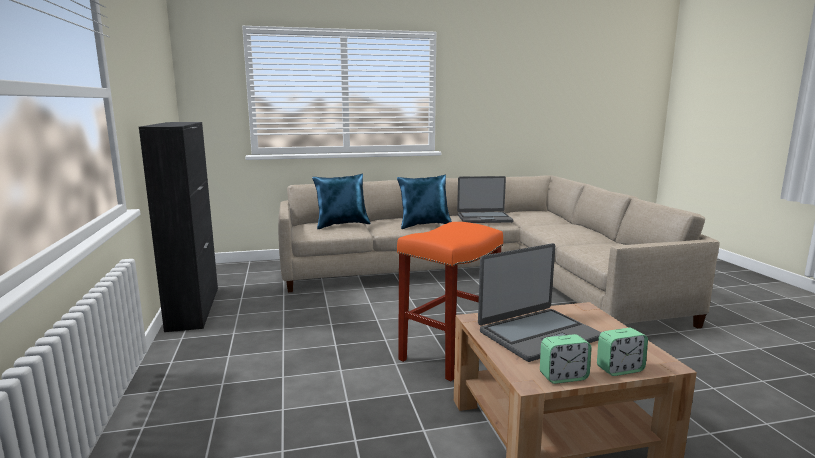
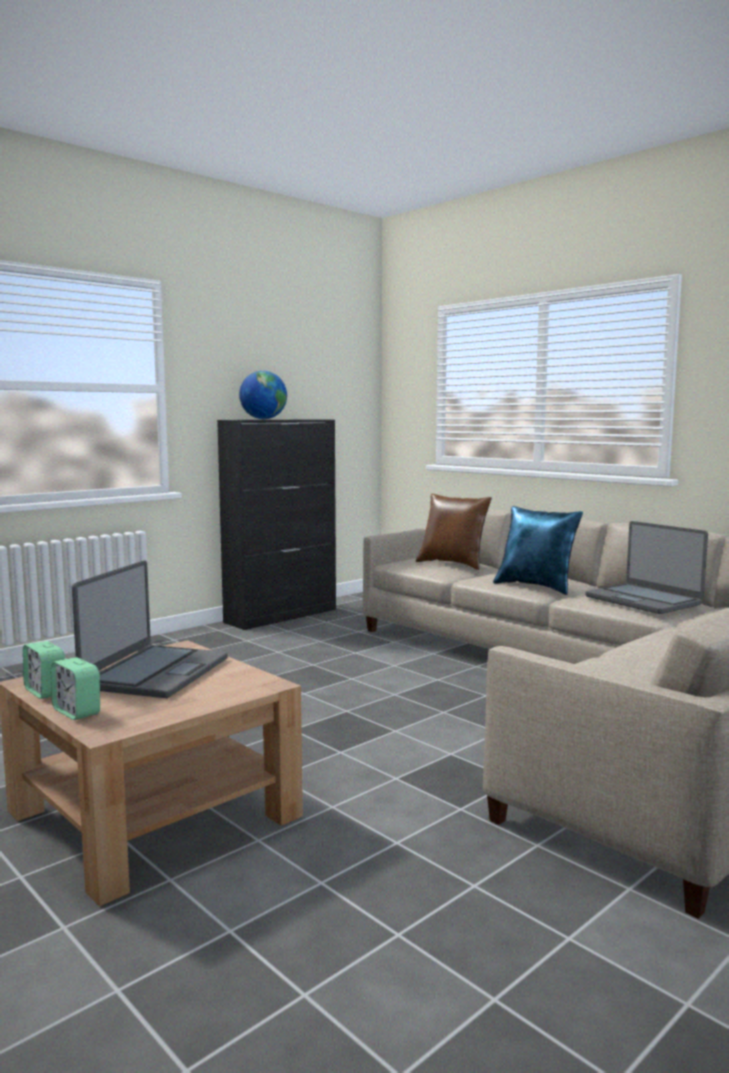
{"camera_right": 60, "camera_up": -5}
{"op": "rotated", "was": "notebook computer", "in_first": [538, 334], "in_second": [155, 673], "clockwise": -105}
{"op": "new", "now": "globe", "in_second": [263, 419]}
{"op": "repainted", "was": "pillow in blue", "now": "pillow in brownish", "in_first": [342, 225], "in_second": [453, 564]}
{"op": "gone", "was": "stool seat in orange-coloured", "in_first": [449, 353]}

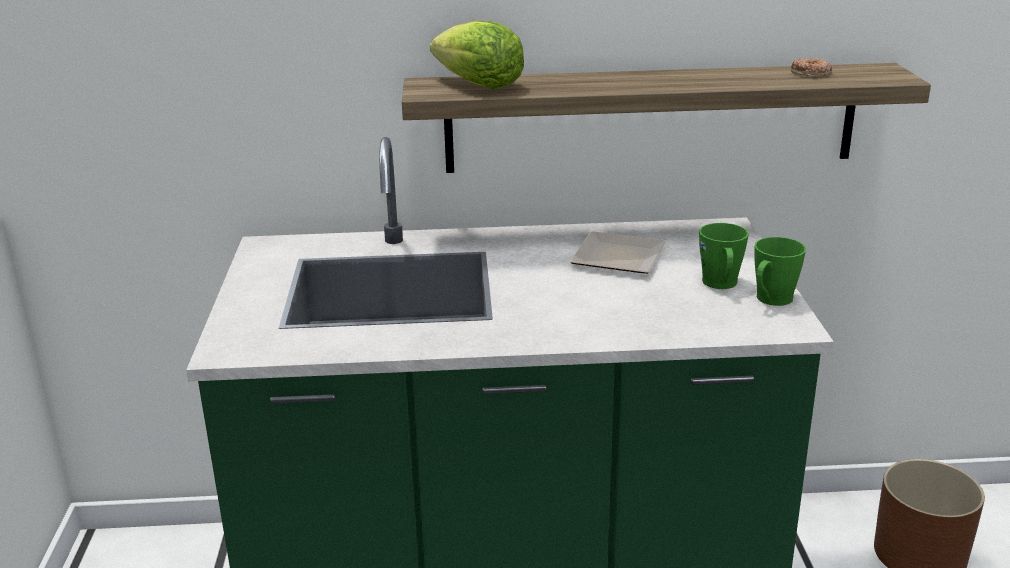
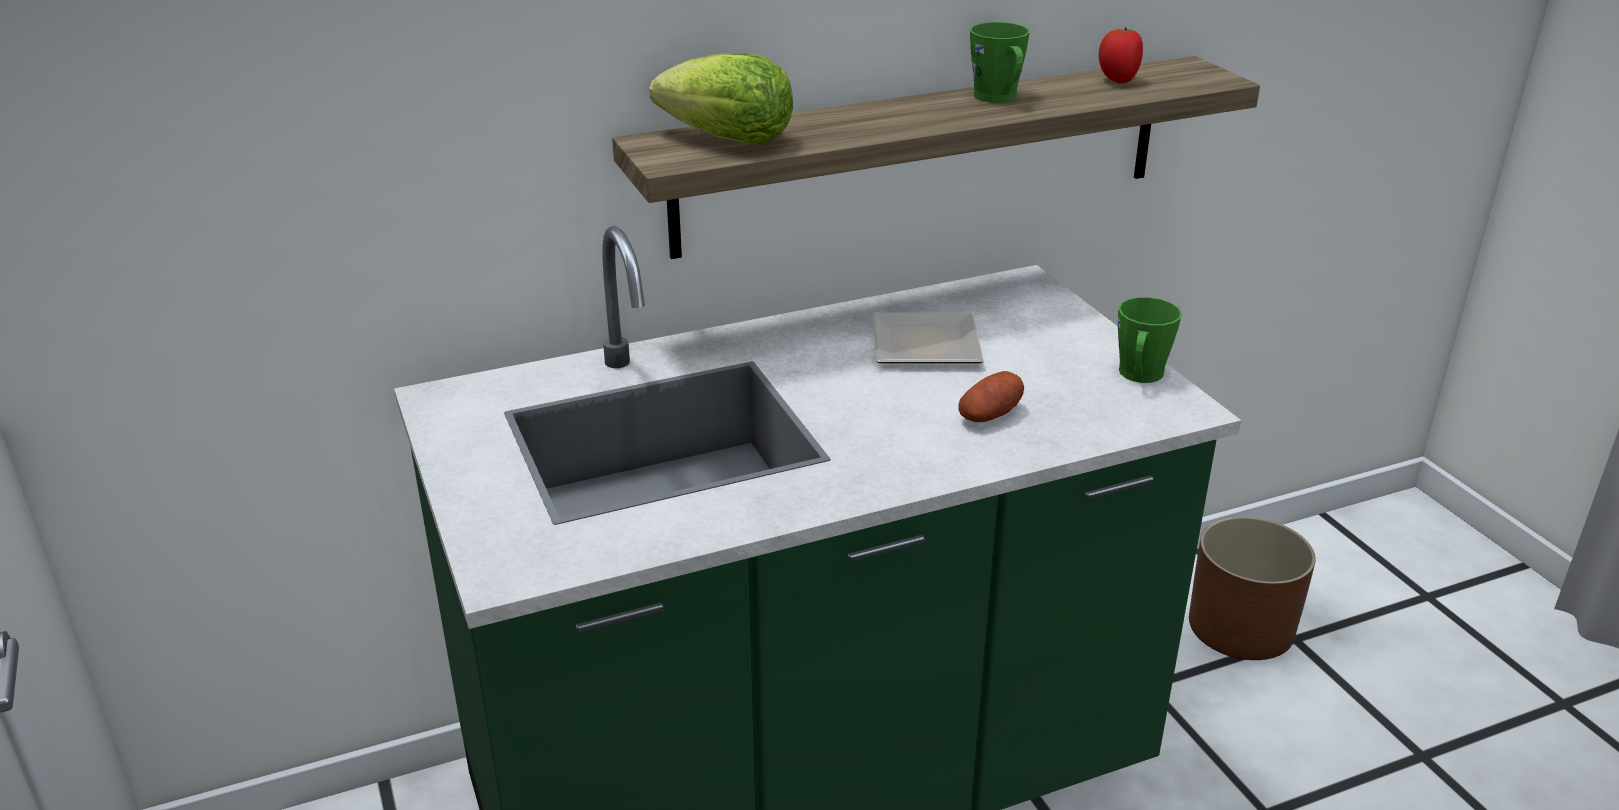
{"camera_right": -20, "camera_up": 5}
{"op": "new", "now": "spud", "in_second": [990, 415]}
{"op": "shifted", "was": "mug in green", "in_first": [721, 284], "in_second": [999, 98]}
{"op": "swapped", "was": "doughnut", "now": "fresh tomato", "in_first": [811, 73], "in_second": [1117, 80]}

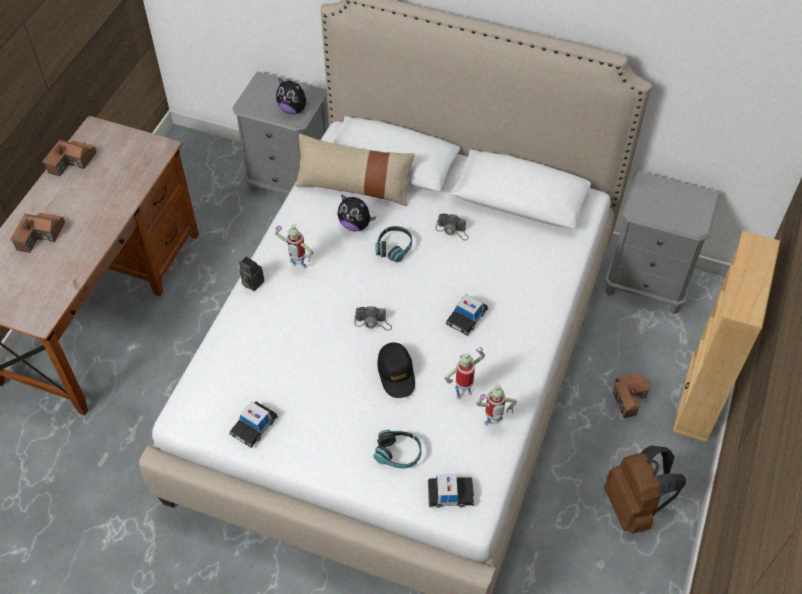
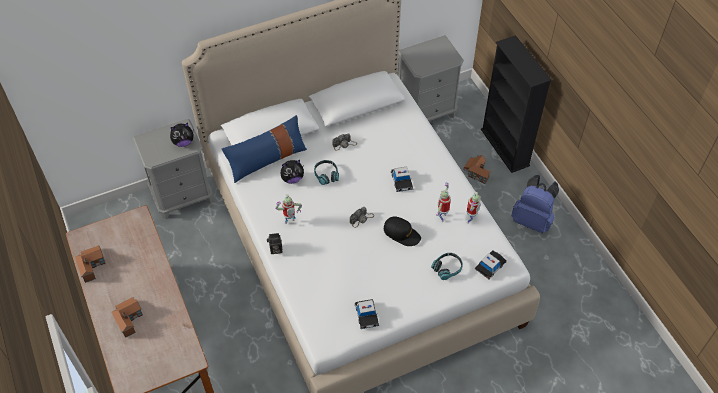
{"camera_right": -45, "camera_up": 0}
{"op": "repainted", "was": "pillow in beige", "now": "pillow in blue", "in_first": [354, 186], "in_second": [267, 159]}
{"op": "repainted", "was": "bookcase in beige", "now": "bookcase in blackish", "in_first": [699, 396], "in_second": [505, 147]}
{"op": "repainted", "was": "backpack in brownish", "now": "backpack in blue", "in_first": [634, 507], "in_second": [532, 220]}

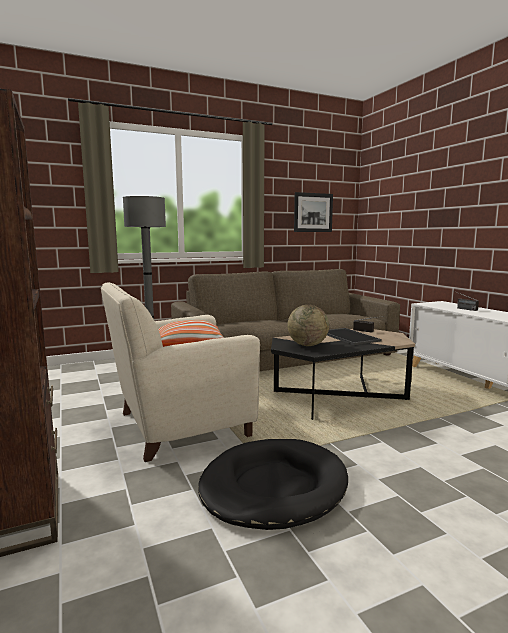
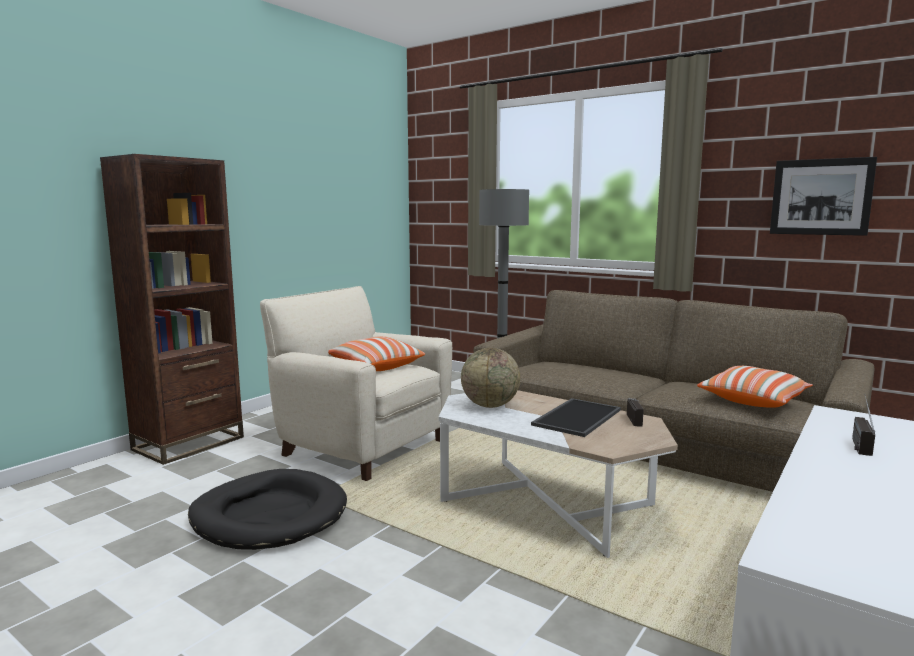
{"camera_right": 60, "camera_up": 0}
{"op": "repainted", "was": "coffee table in blackish", "now": "coffee table in whitish", "in_first": [339, 396], "in_second": [547, 504]}
{"op": "new", "now": "pillow", "in_second": [753, 400]}

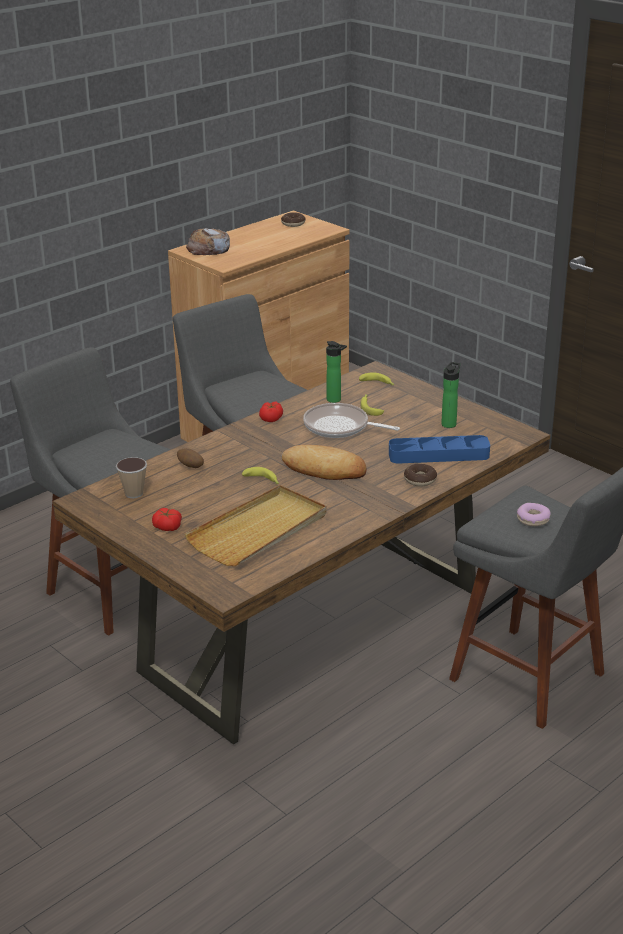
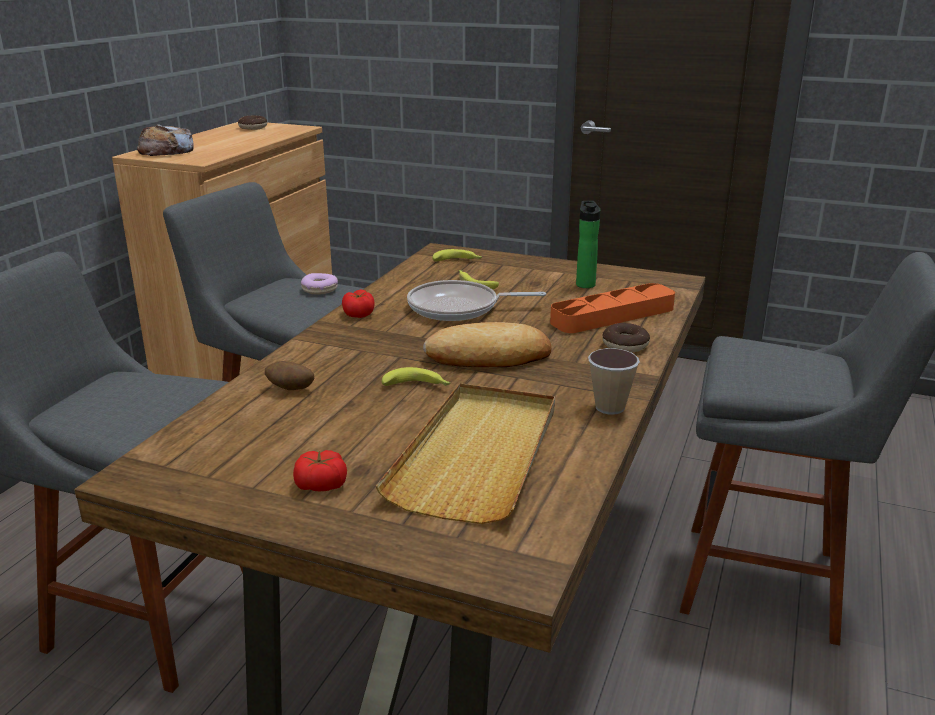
{"camera_right": -25, "camera_up": -5}
{"op": "shifted", "was": "doughnut", "in_first": [533, 519], "in_second": [320, 289]}
{"op": "repainted", "was": "carrying tray in blue", "now": "carrying tray in orange-coloured", "in_first": [438, 455], "in_second": [612, 315]}
{"op": "shifted", "was": "cup", "in_first": [134, 493], "in_second": [610, 407]}
{"op": "gone", "was": "beverage bottle", "in_first": [335, 400]}

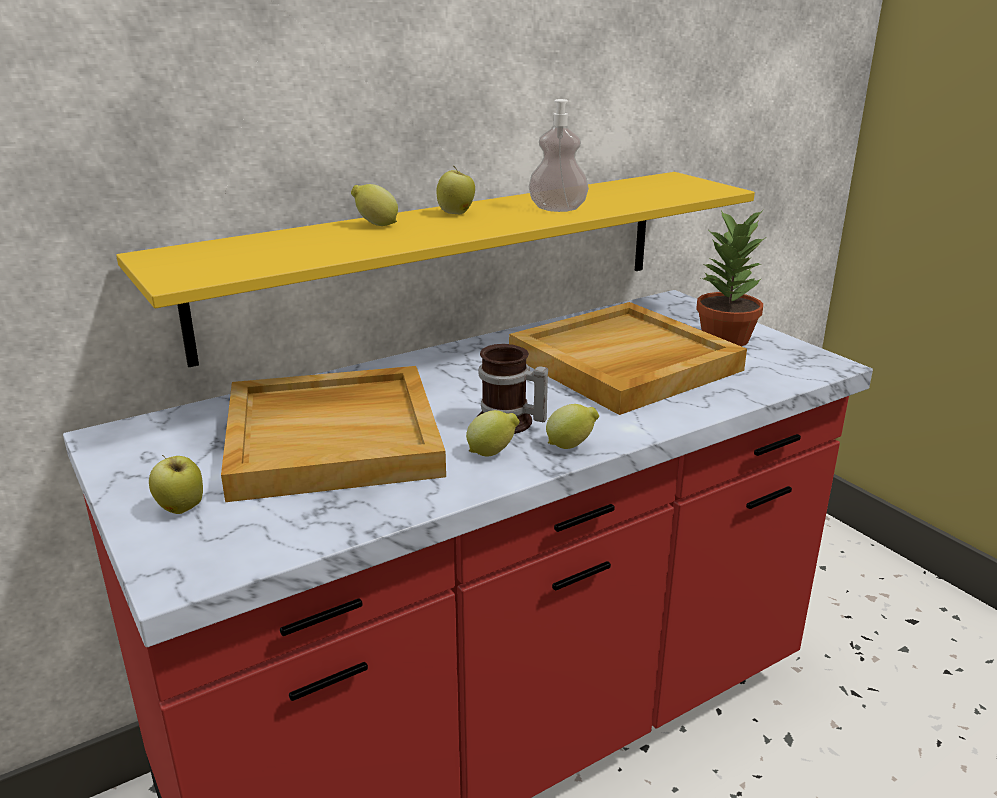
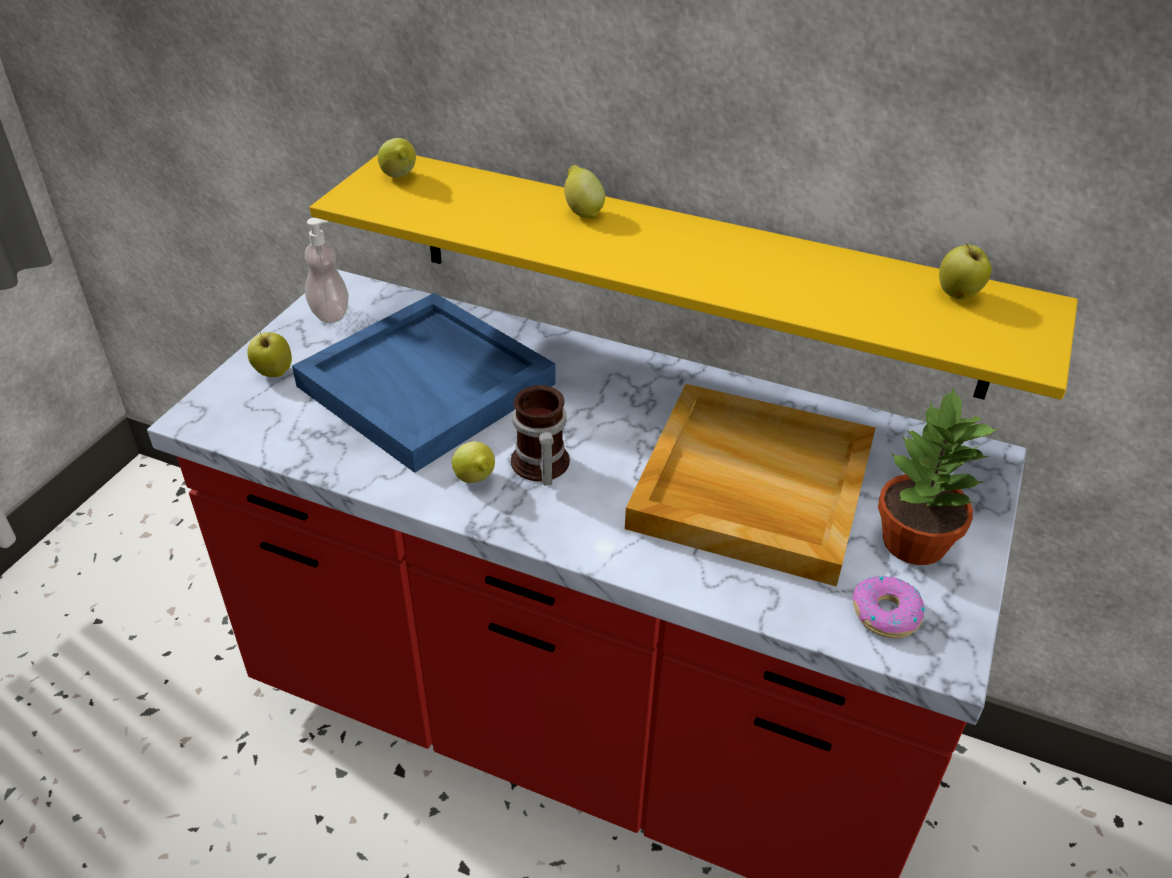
{"camera_right": 55, "camera_up": 15}
{"op": "repainted", "was": "carrying tray in beige", "now": "carrying tray in blue", "in_first": [334, 437], "in_second": [429, 385]}
{"op": "shifted", "was": "soap bottle", "in_first": [557, 209], "in_second": [330, 313]}
{"op": "shifted", "was": "citrus fruit", "in_first": [571, 446], "in_second": [400, 177]}
{"op": "new", "now": "doughnut", "in_second": [885, 614]}
{"op": "shifted", "was": "apple fruit", "in_first": [456, 213], "in_second": [958, 295]}

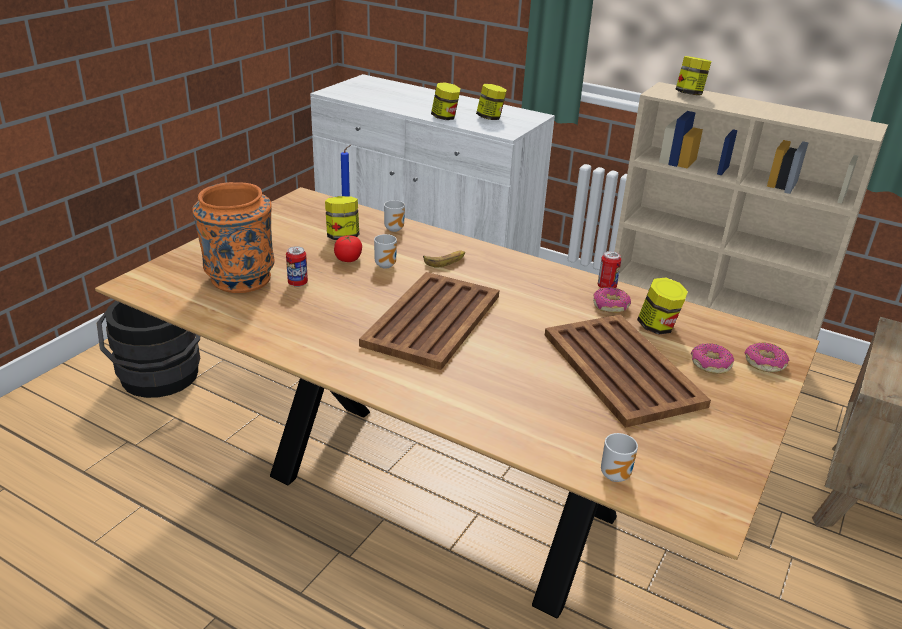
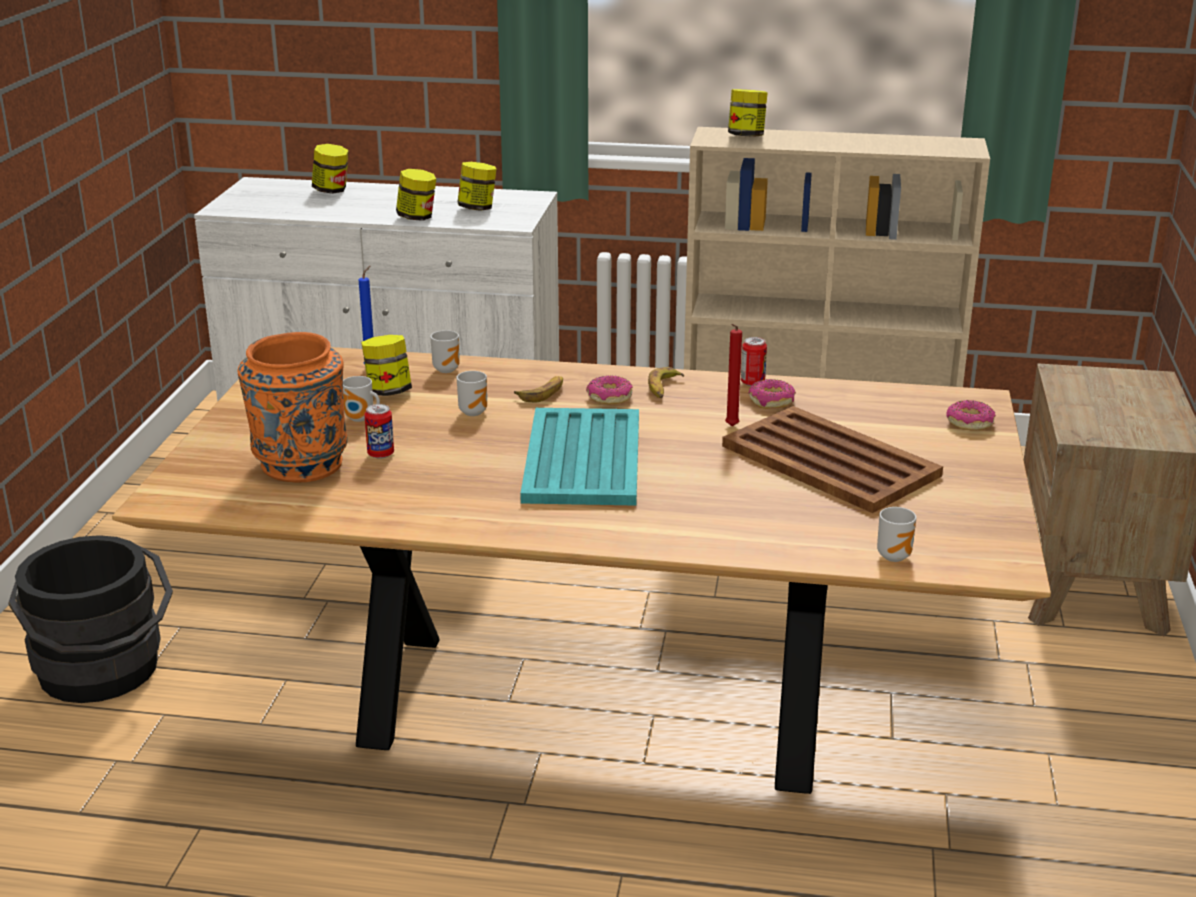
{"camera_right": -20, "camera_up": -5}
{"op": "shifted", "was": "storage jar", "in_first": [657, 327], "in_second": [331, 190]}
{"op": "new", "now": "mug", "in_second": [360, 419]}
{"op": "repainted", "was": "carrying tray in brownish", "now": "carrying tray in blue-green", "in_first": [433, 319], "in_second": [583, 457]}
{"op": "shifted", "was": "doughnut", "in_first": [710, 364], "in_second": [609, 398]}
{"op": "new", "now": "banana", "in_second": [663, 388]}
{"op": "new", "now": "wax candle in red", "in_second": [730, 427]}
{"op": "gone", "was": "fresh tomato", "in_first": [348, 259]}

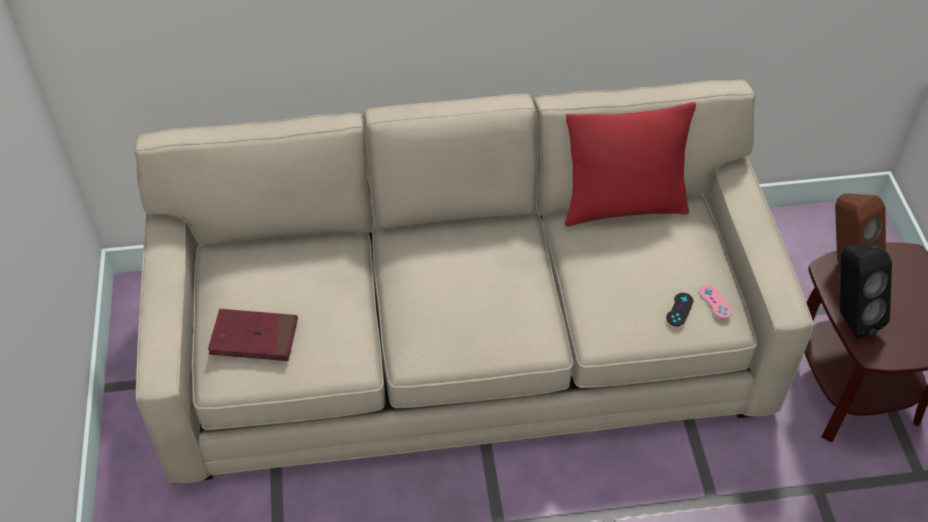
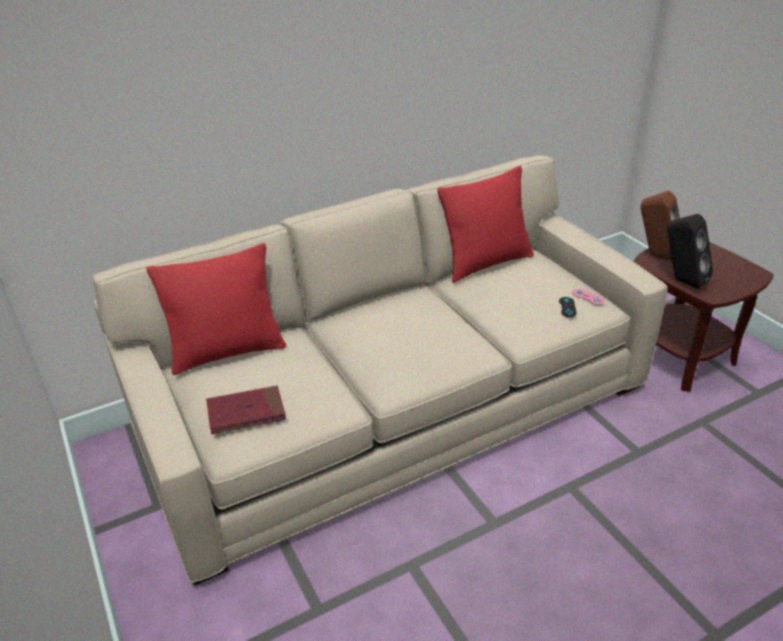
{"camera_right": -20, "camera_up": -15}
{"op": "new", "now": "pillow in red", "in_second": [228, 352]}

